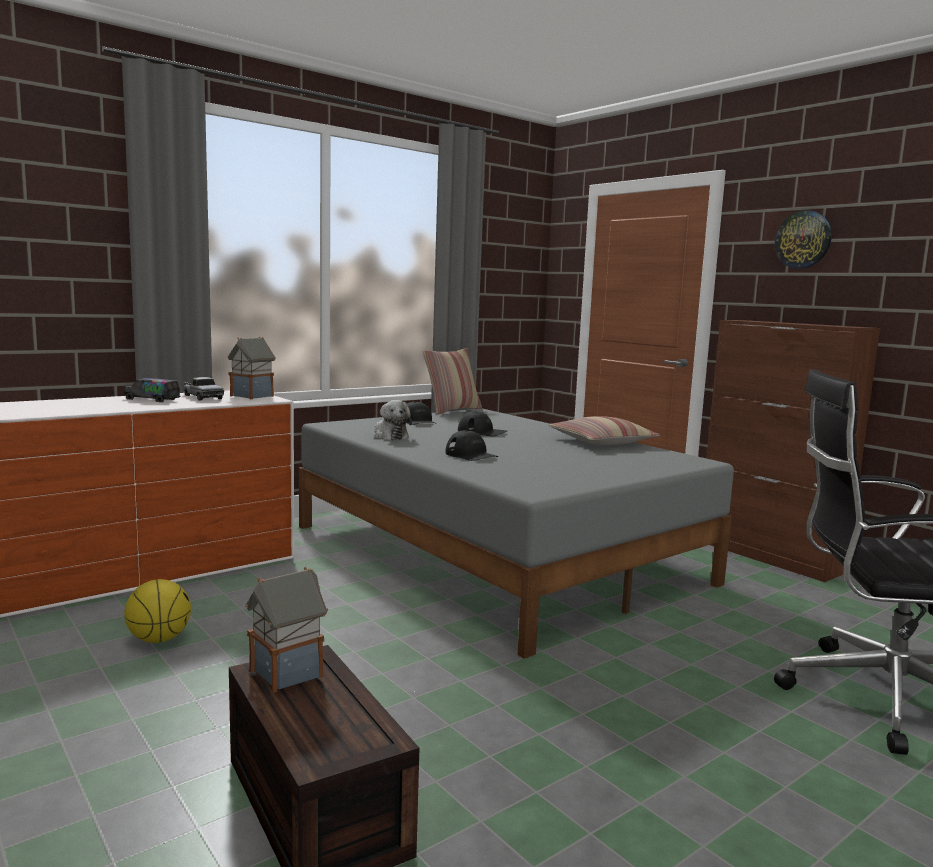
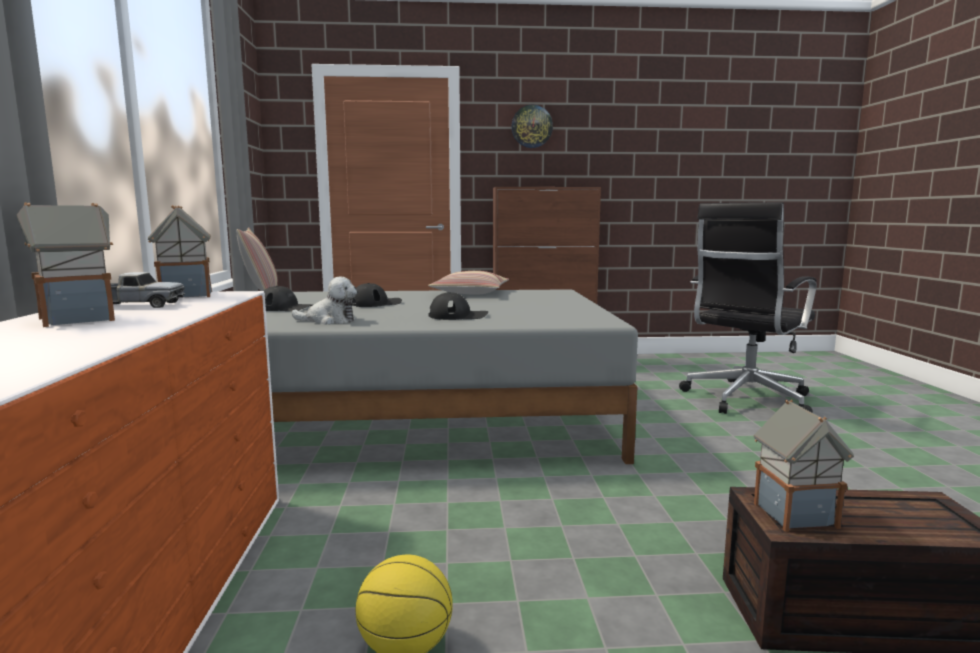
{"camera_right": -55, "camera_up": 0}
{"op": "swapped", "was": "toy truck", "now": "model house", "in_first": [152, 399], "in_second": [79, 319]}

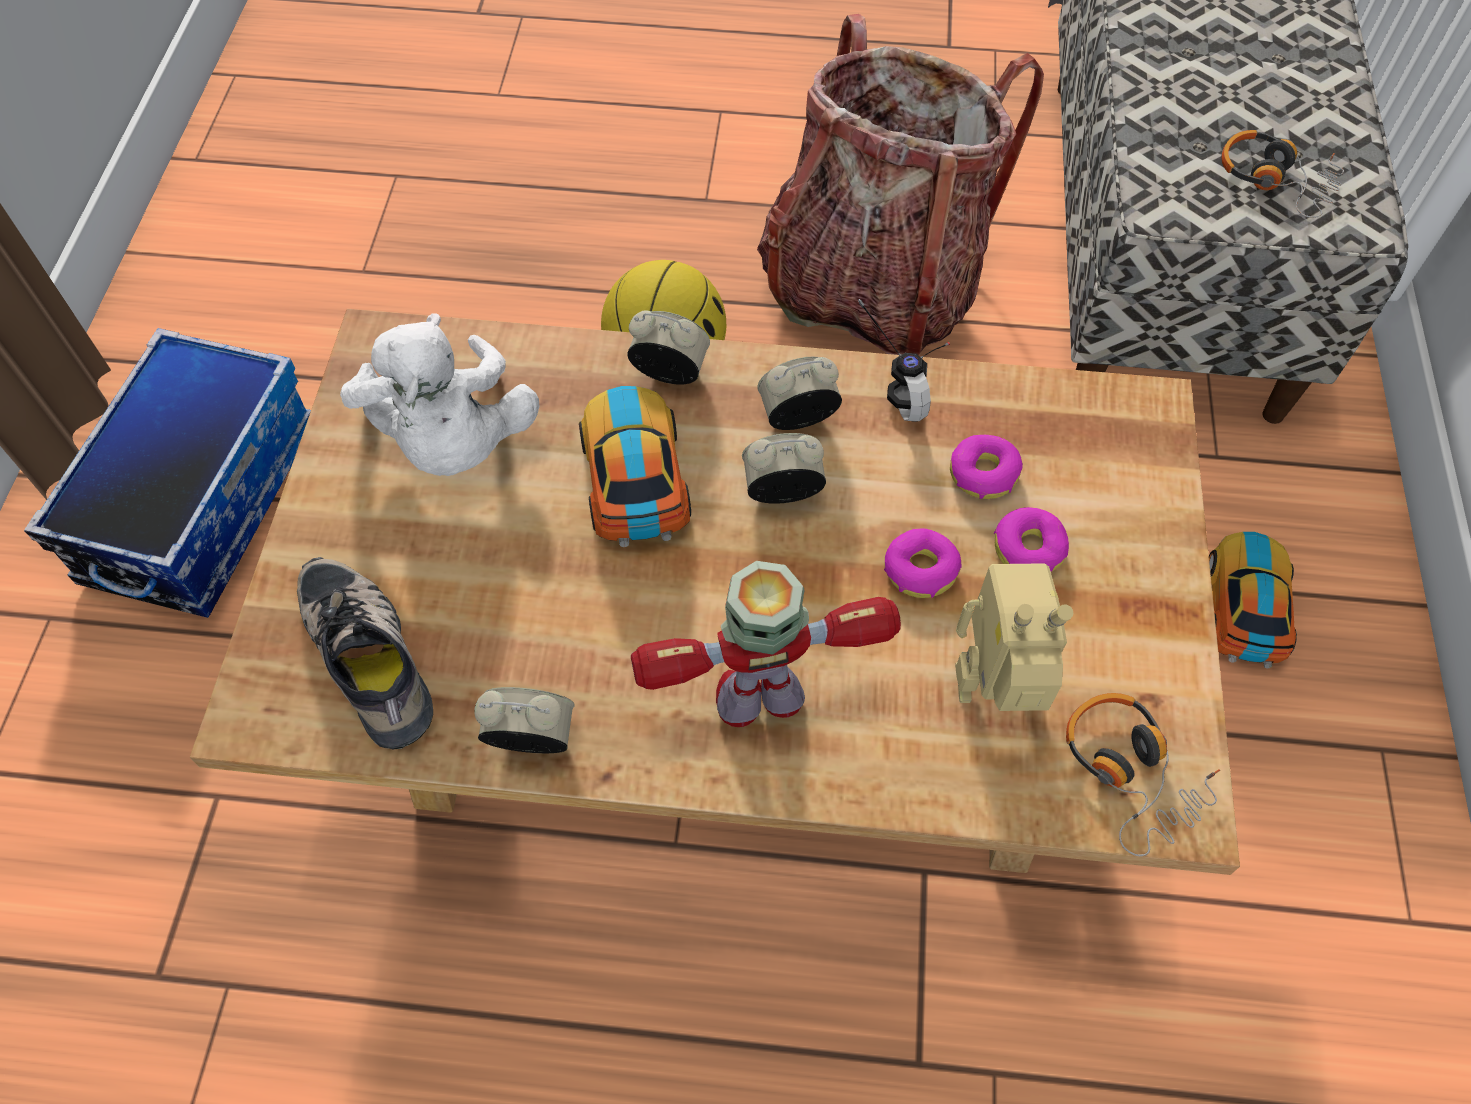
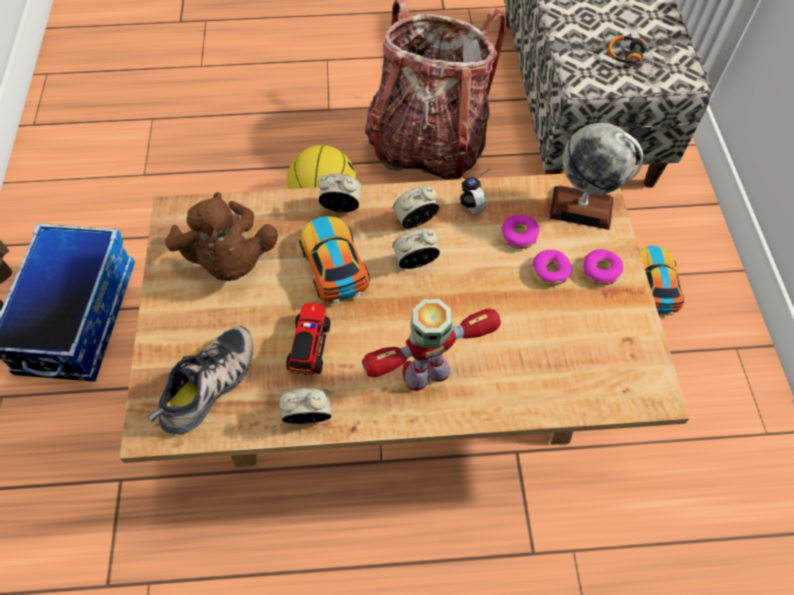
{"camera_right": -10, "camera_up": 0}
{"op": "rotated", "was": "low shoe", "in_first": [373, 657], "in_second": [211, 386], "clockwise": 75}
{"op": "repainted", "was": "cuddly toy in whitish", "now": "cuddly toy in brownish", "in_first": [452, 441], "in_second": [229, 261]}
{"op": "new", "now": "toy truck", "in_second": [310, 345]}
{"op": "new", "now": "globe", "in_second": [581, 207]}
{"op": "shifted", "was": "doughnut", "in_first": [920, 569], "in_second": [600, 271]}
{"op": "gone", "was": "toy robot", "in_first": [995, 696]}
{"op": "gone", "was": "pair of headphones", "in_first": [1130, 772]}

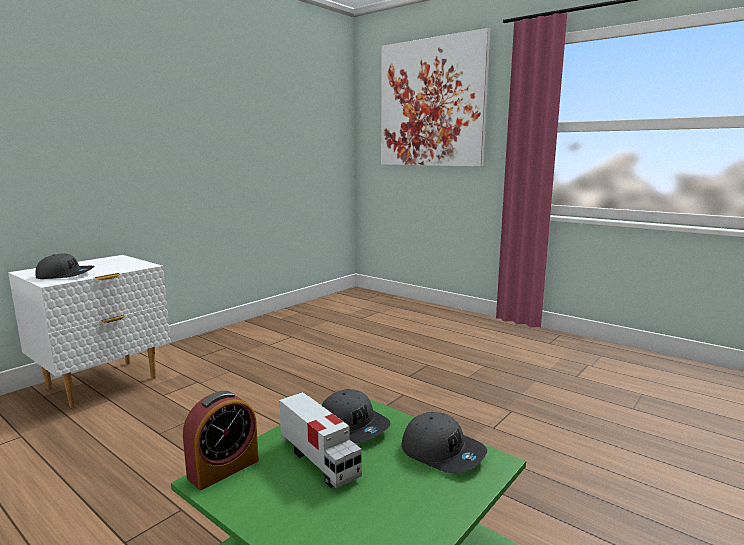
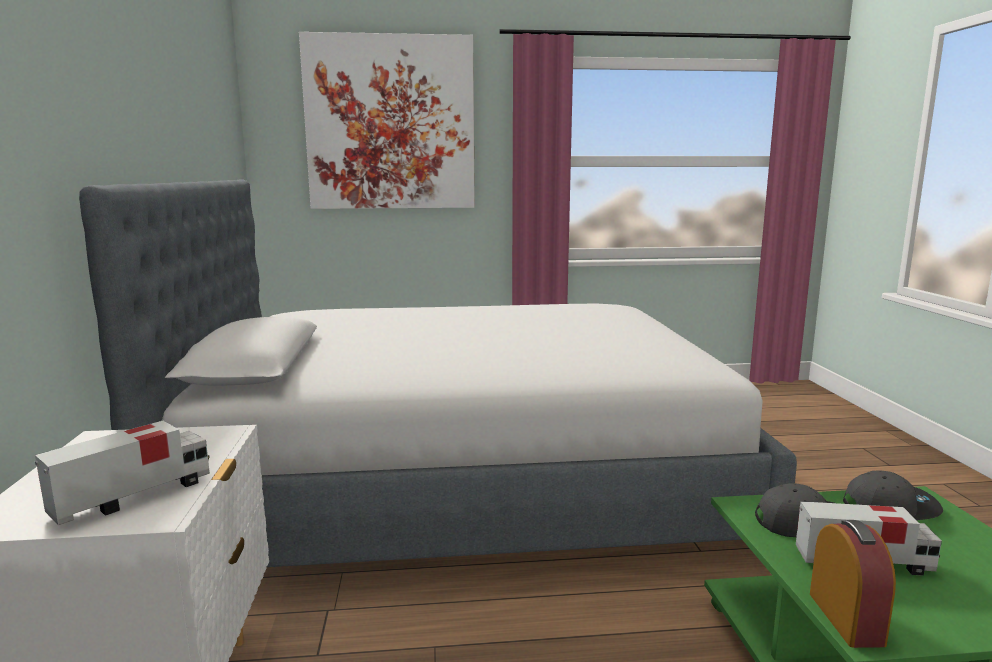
{"camera_right": -45, "camera_up": 0}
{"op": "swapped", "was": "peaked cap in grey", "now": "toy truck", "in_first": [66, 275], "in_second": [134, 496]}
{"op": "new", "now": "sleeping bed", "in_second": [462, 482]}

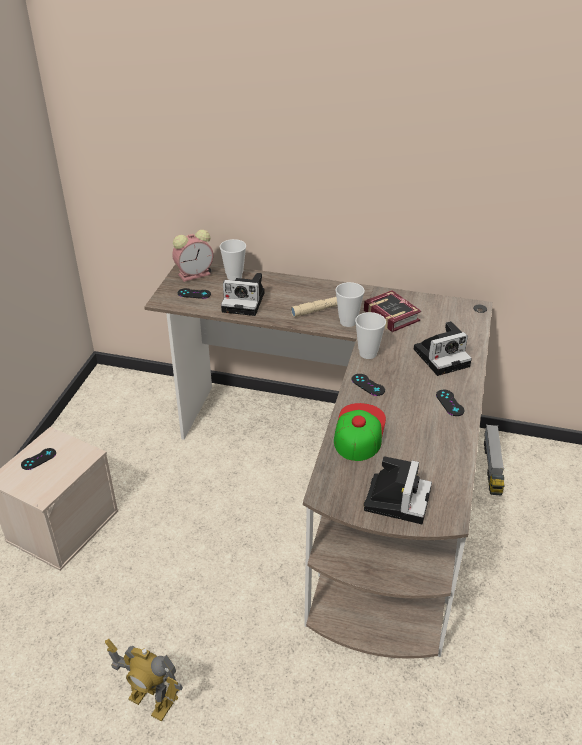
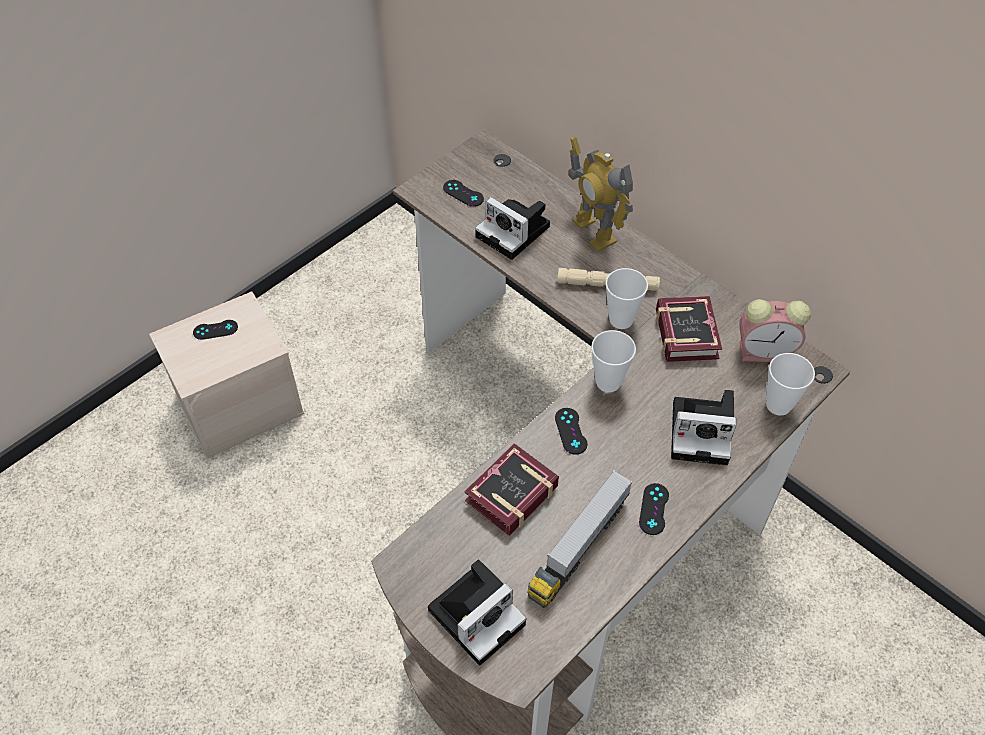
{"camera_right": 30, "camera_up": 15}
{"op": "swapped", "was": "peaked cap", "now": "volume", "in_first": [359, 431], "in_second": [507, 495]}
{"op": "shifted", "was": "toy truck", "in_first": [492, 466], "in_second": [579, 547]}
{"op": "shifted", "was": "toy robot", "in_first": [150, 702], "in_second": [594, 231]}
{"op": "shifted", "was": "bedside clock", "in_first": [195, 274], "in_second": [766, 351]}
{"op": "shifted", "was": "cup", "in_first": [234, 276], "in_second": [778, 405]}

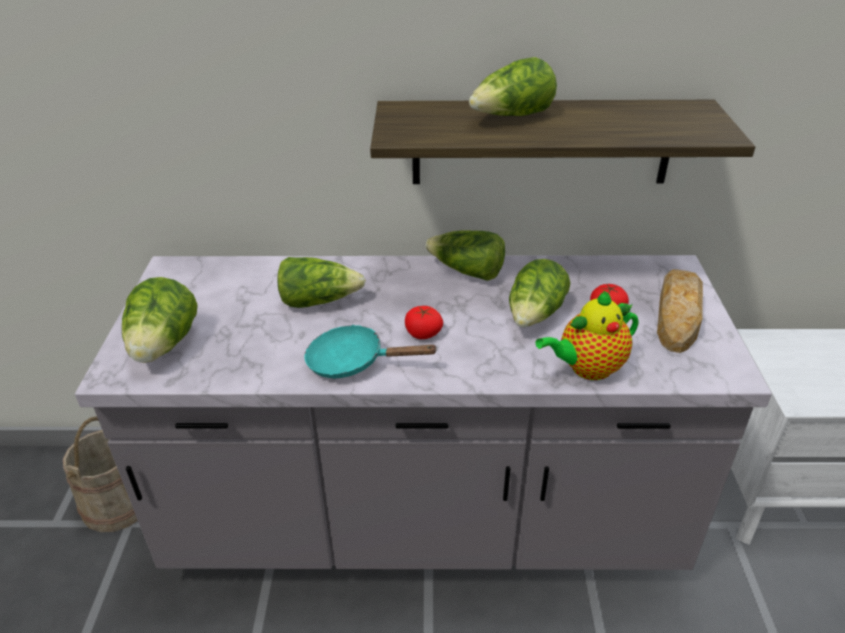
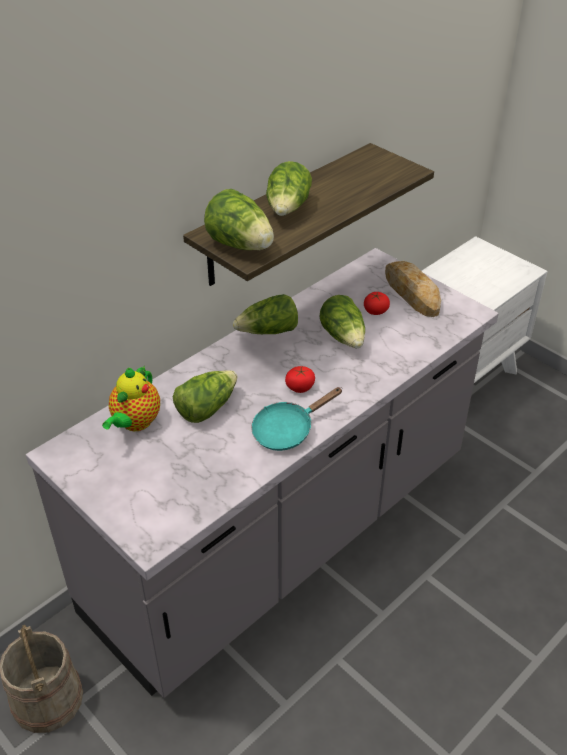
{"camera_right": -45, "camera_up": 5}
{"op": "shifted", "was": "pot for tea", "in_first": [587, 368], "in_second": [135, 423]}
{"op": "shifted", "was": "lettuce head", "in_first": [164, 346], "in_second": [241, 245]}

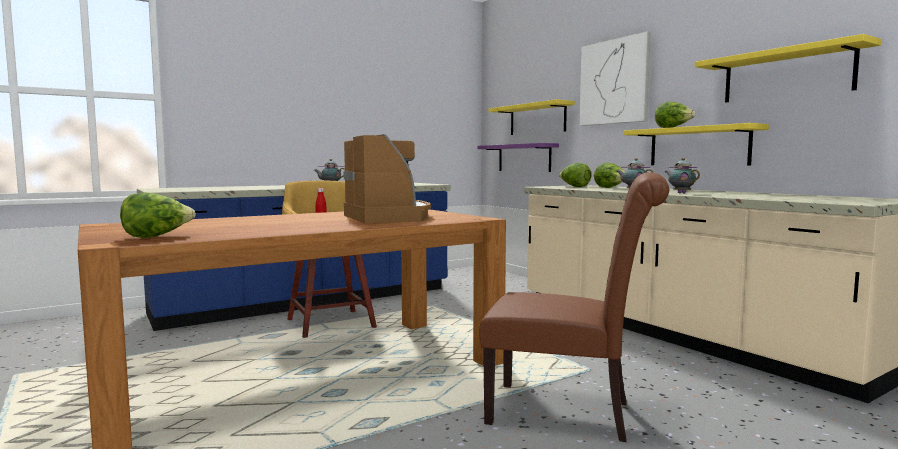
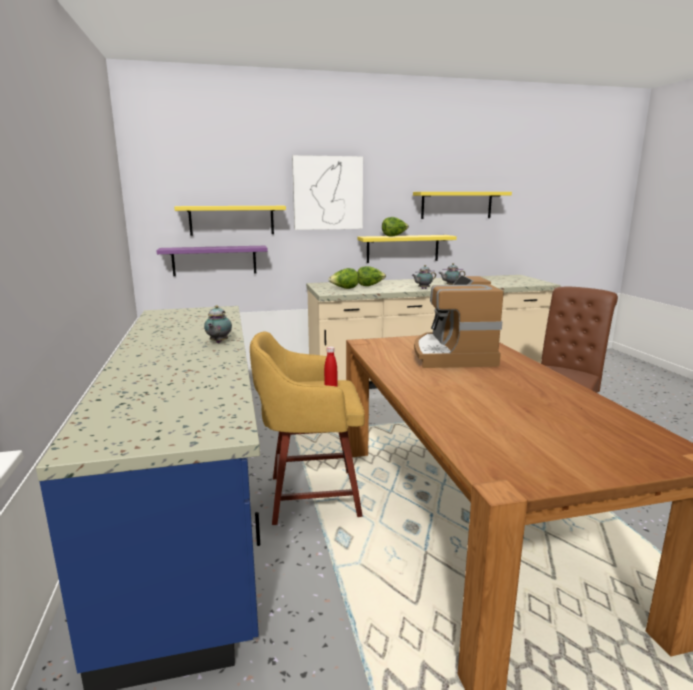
{"camera_right": -70, "camera_up": 10}
{"op": "rotated", "was": "coffee machine", "in_first": [390, 217], "in_second": [452, 355], "clockwise": -90}
{"op": "gone", "was": "lettuce head", "in_first": [156, 237]}

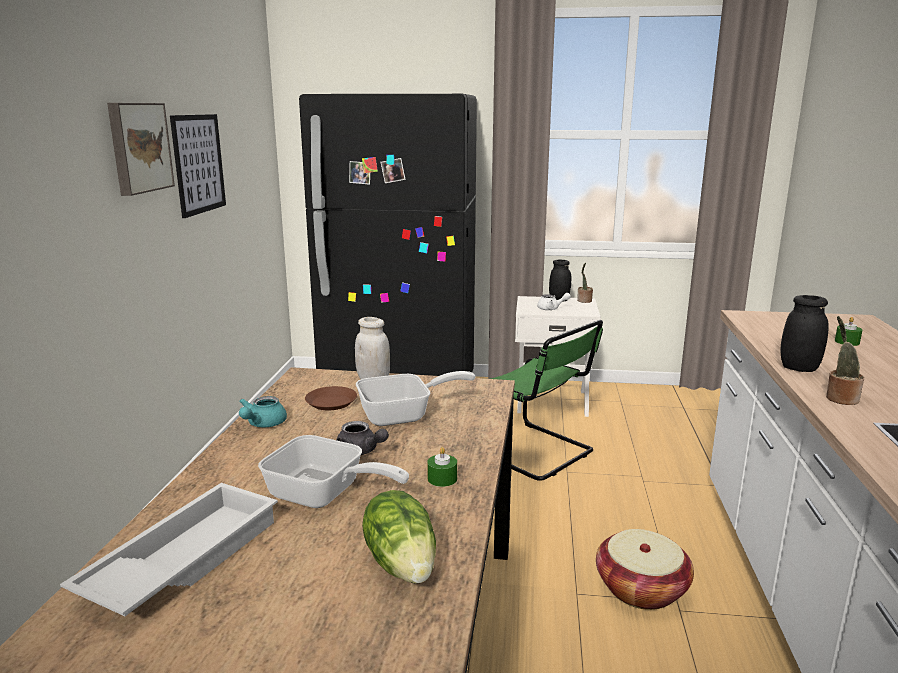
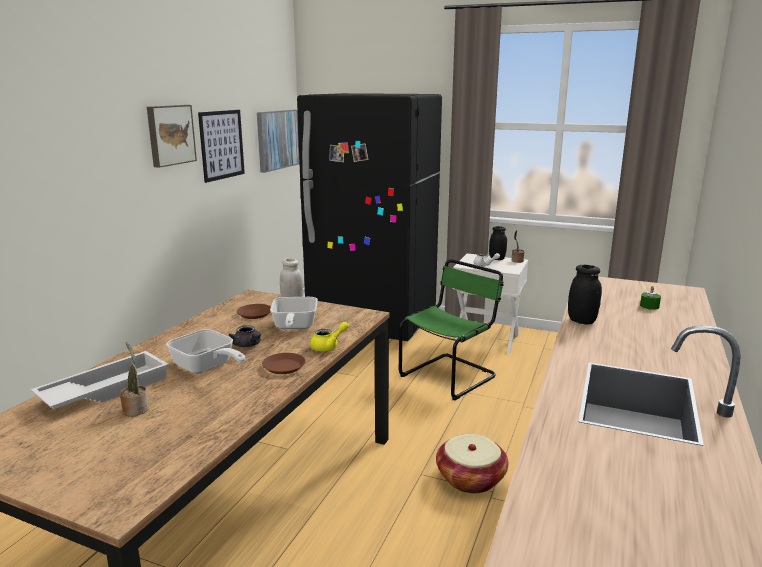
{"camera_right": 15, "camera_up": 0}
{"op": "shifted", "was": "plant in a pot", "in_first": [840, 398], "in_second": [136, 409]}
{"op": "new", "now": "wall picture", "in_second": [277, 139]}
{"op": "swapped", "was": "wax candle in green", "now": "flat dish in brownish", "in_first": [442, 479], "in_second": [284, 367]}
{"op": "rotated", "was": "frying pan", "in_first": [404, 415], "in_second": [293, 327], "clockwise": 90}
{"op": "new", "now": "pot for tea in yellowish", "in_second": [328, 346]}
{"op": "rotated", "was": "upright chair in green", "in_first": [536, 452], "in_second": [450, 375], "clockwise": -105}
{"op": "gone", "was": "pot for tea in blue-green", "in_first": [262, 424]}
{"op": "gone", "was": "lettuce head", "in_first": [403, 563]}

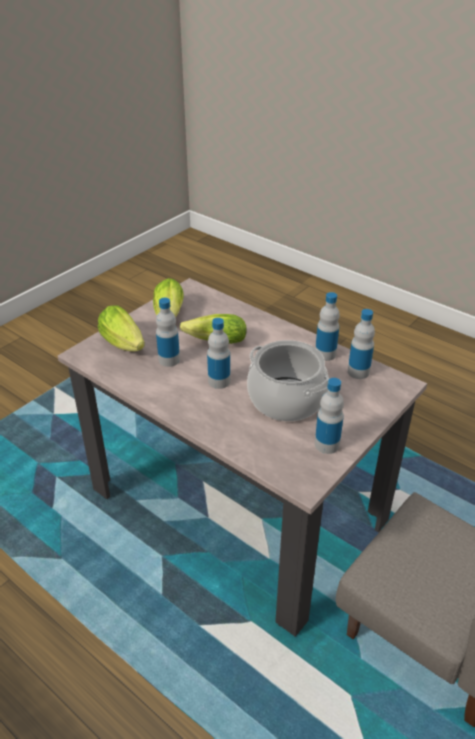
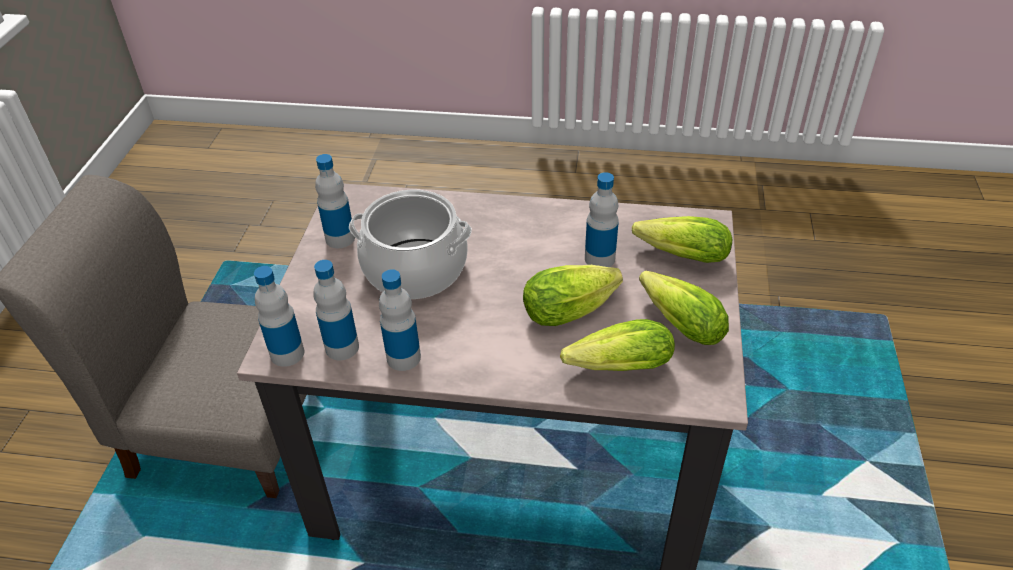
{"camera_right": 150, "camera_up": 5}
{"op": "shifted", "was": "beverage bottle", "in_first": [219, 381], "in_second": [287, 353]}
{"op": "new", "now": "lettuce head", "in_second": [614, 367]}

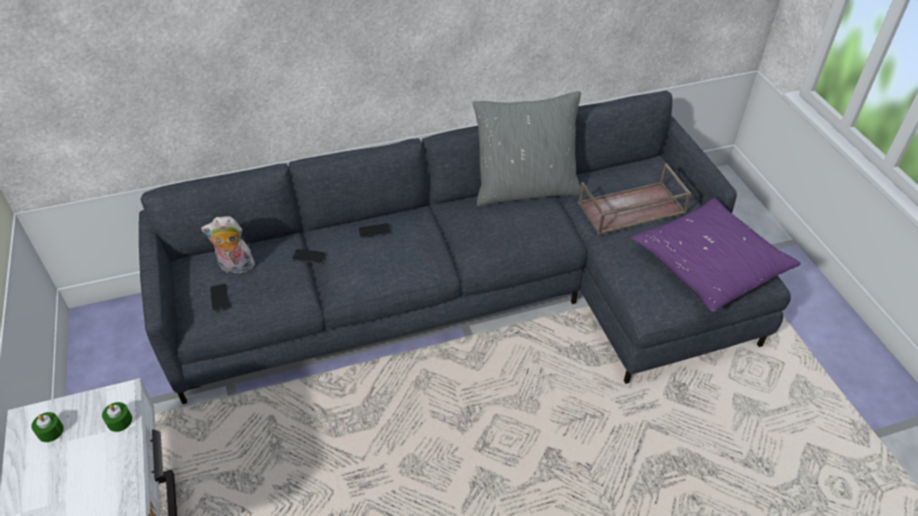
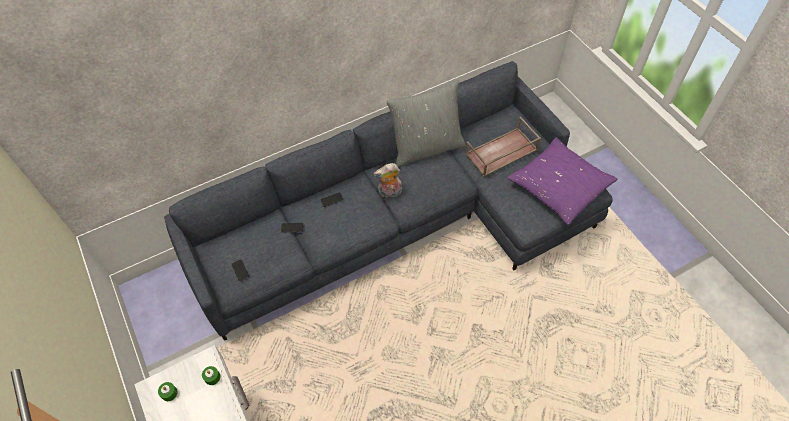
{"camera_right": -10, "camera_up": 10}
{"op": "shifted", "was": "cuddly toy", "in_first": [235, 267], "in_second": [389, 193]}

